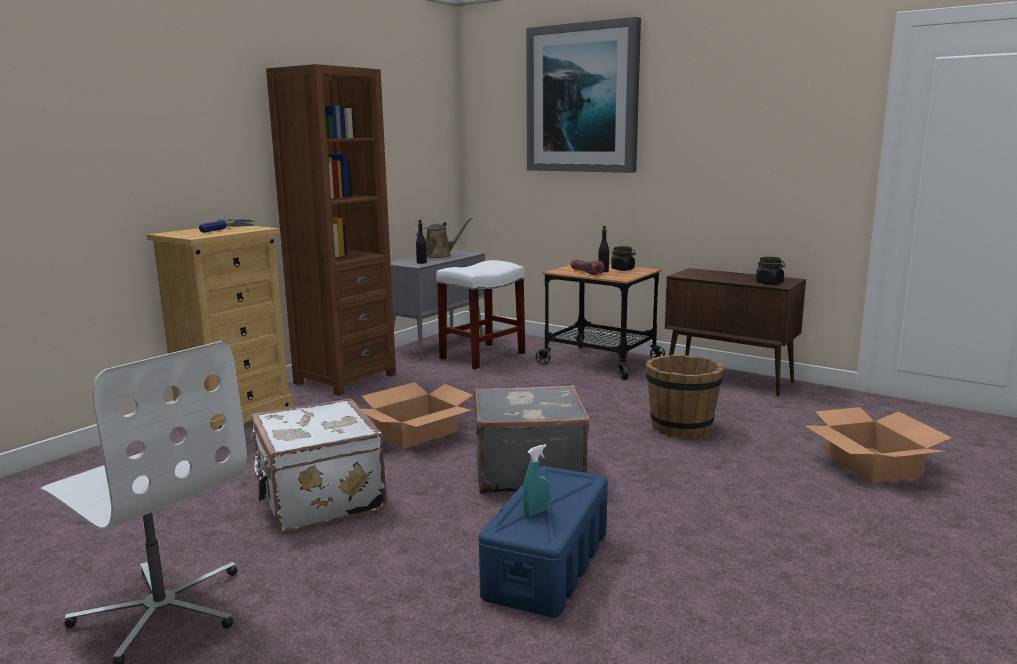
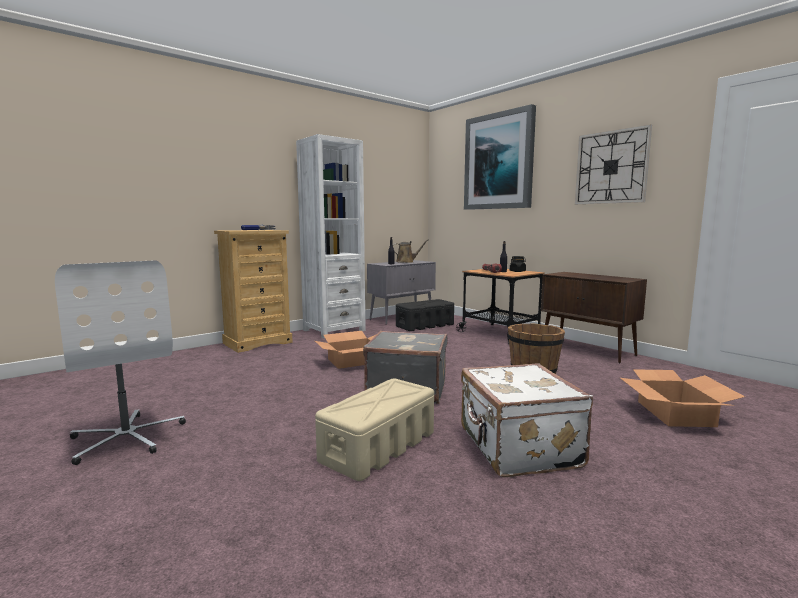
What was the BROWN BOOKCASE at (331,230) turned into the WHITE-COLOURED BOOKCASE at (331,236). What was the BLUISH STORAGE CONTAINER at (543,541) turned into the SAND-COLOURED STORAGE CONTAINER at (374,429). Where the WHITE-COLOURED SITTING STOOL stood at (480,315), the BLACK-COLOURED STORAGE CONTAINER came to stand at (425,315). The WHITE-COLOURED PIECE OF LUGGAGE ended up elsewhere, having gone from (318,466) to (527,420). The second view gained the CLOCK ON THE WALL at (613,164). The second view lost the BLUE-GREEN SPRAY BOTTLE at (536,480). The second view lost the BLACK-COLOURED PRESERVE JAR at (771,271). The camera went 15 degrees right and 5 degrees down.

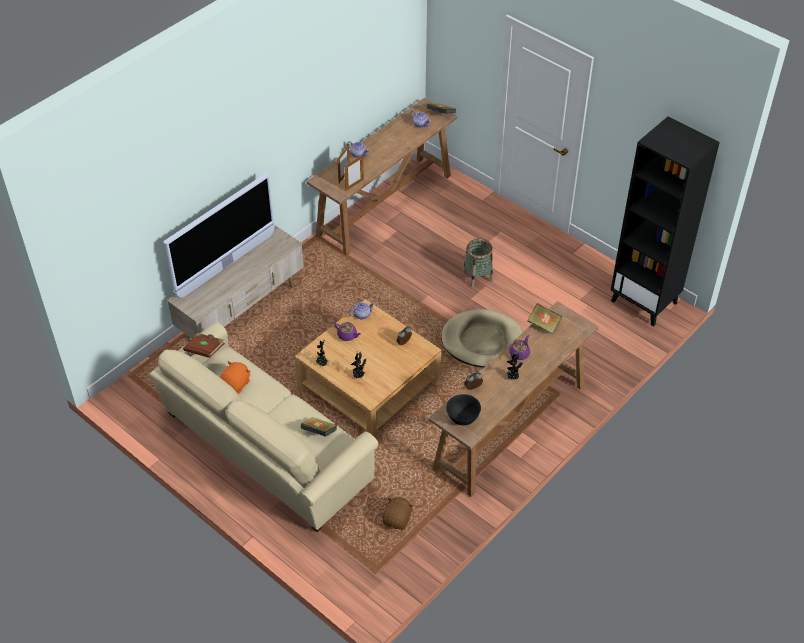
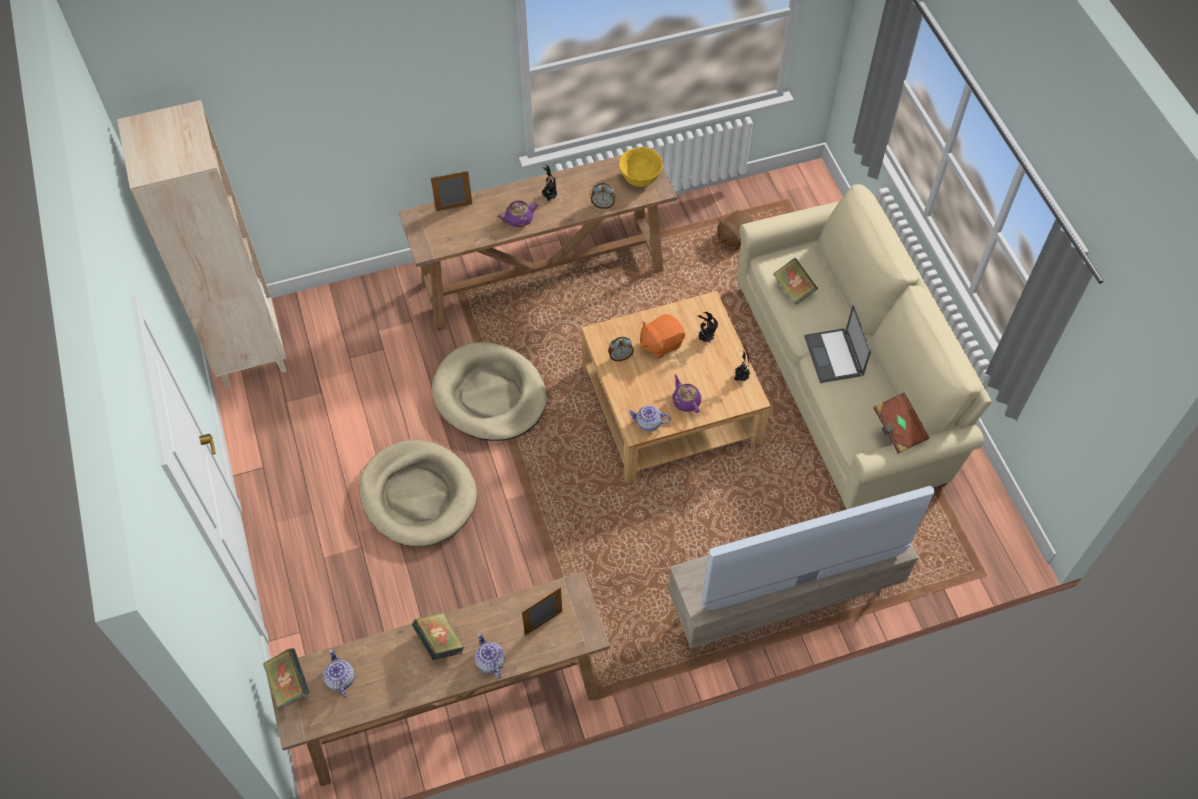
What was the BLACK-COLOURED BOOKCASE at (665,221) turned into the SAND-COLOURED BOOKCASE at (202,244). Where the HOUSEHOLD BASKET stood at (478,262), the SAND-COLOURED DOG CUSHION came to stand at (418,493). The BOUND BOOK ended up elsewhere, having gone from (545,319) to (438,636). The STANDING FRAME ended up elsewhere, having gone from (354,173) to (451,191). What was the BLACK-COLOURED SERVING BOWL at (463,409) turned into the YELLOW-COLOURED SERVING BOWL at (641,167). The ORANGE CUDDLY TOY ended up elsewhere, having gone from (235,377) to (662,336). The second view gained the PORTABLE COMPUTER at (837,344). The camera went 150 degrees left and 10 degrees up.

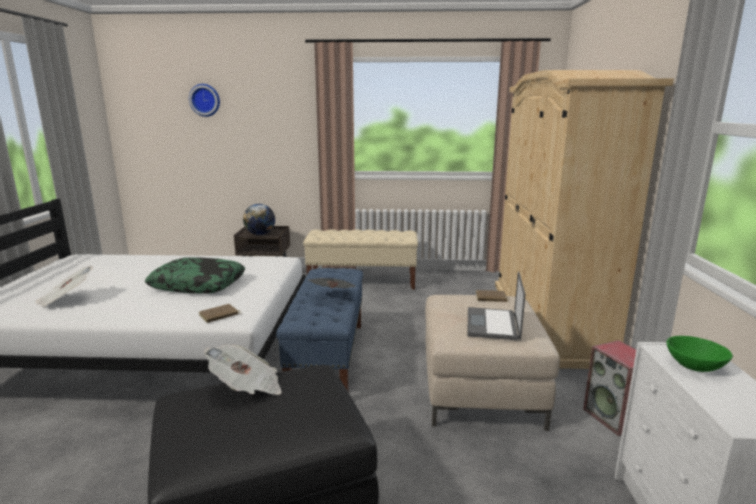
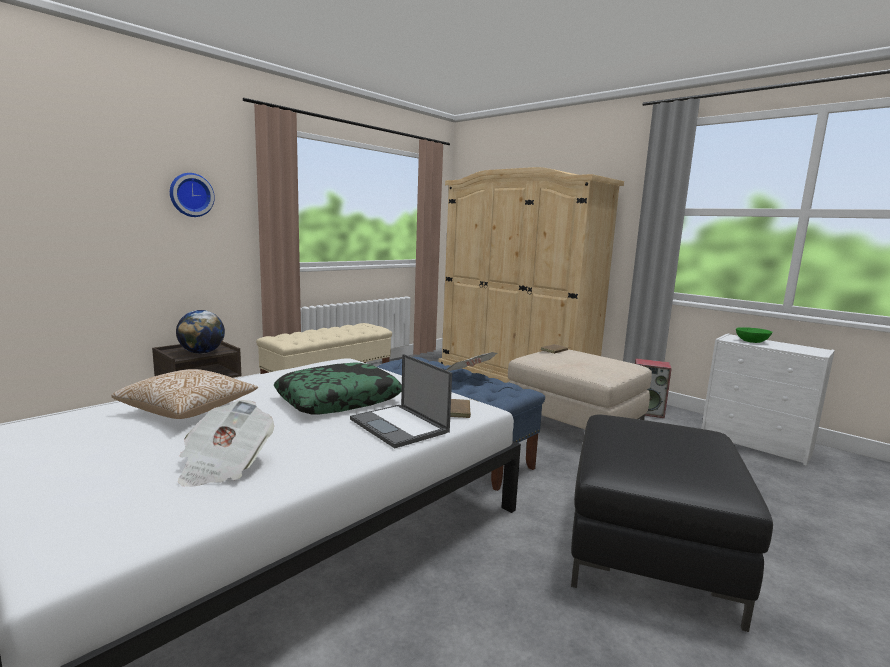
The second view gained the THROW PILLOW at (184,394). The CLOCK ON THE WALL ended up elsewhere, having gone from (204,100) to (192,195). The PORTABLE COMPUTER ended up elsewhere, having gone from (496,306) to (401,401). The second view lost the NEWSPAPER at (242,369). The camera went 50 degrees left and 5 degrees down.

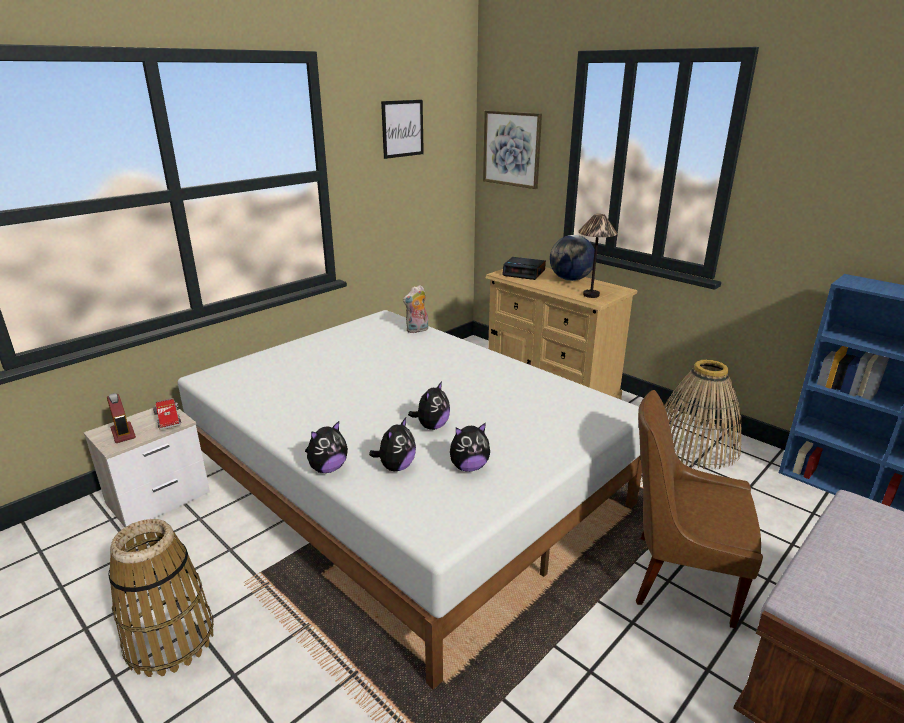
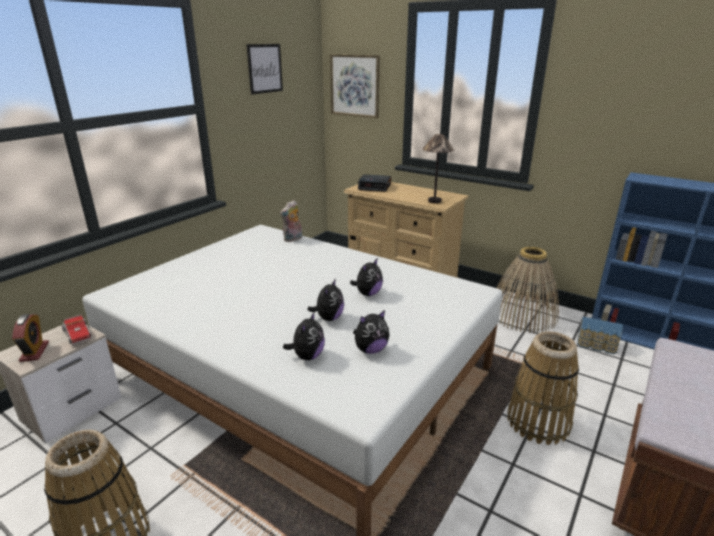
The BEDSIDE CLOCK at (121,418) ended up facing another way, 150 degrees counterclockwise from before. The CUDDLY TOY ended up elsewhere, having gone from (326,447) to (366,277). Where the BROWN CHAIR stood at (699,509), the HOUSEHOLD BASKET came to stand at (543,388). The second view gained the MINIATURE HOUSE at (600,335). The second view lost the GLOBE at (572,258). The camera went 10 degrees left and 0 degrees up.

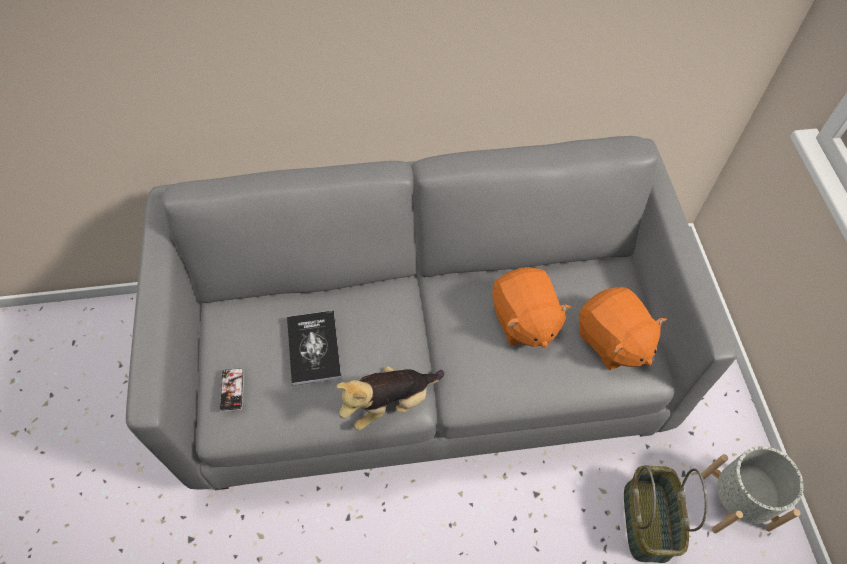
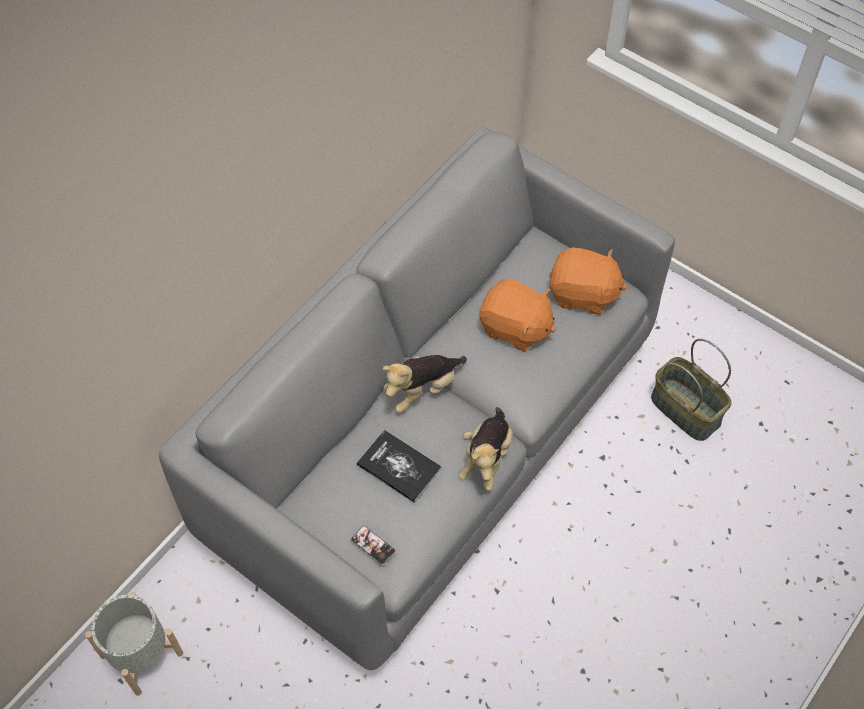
The GREYISH PLANT POT ended up elsewhere, having gone from (751,489) to (134,644). The second view gained the CUDDLY TOY at (424,384). The camera went 45 degrees left and 0 degrees up.

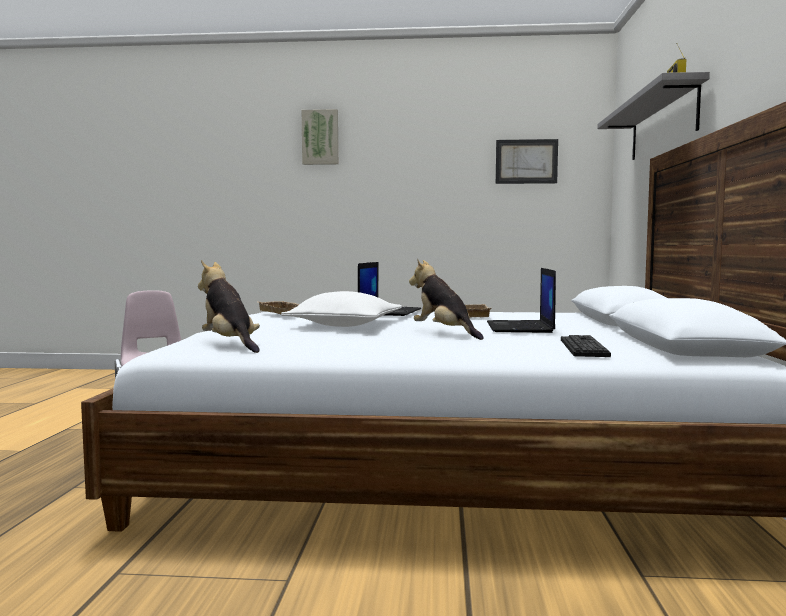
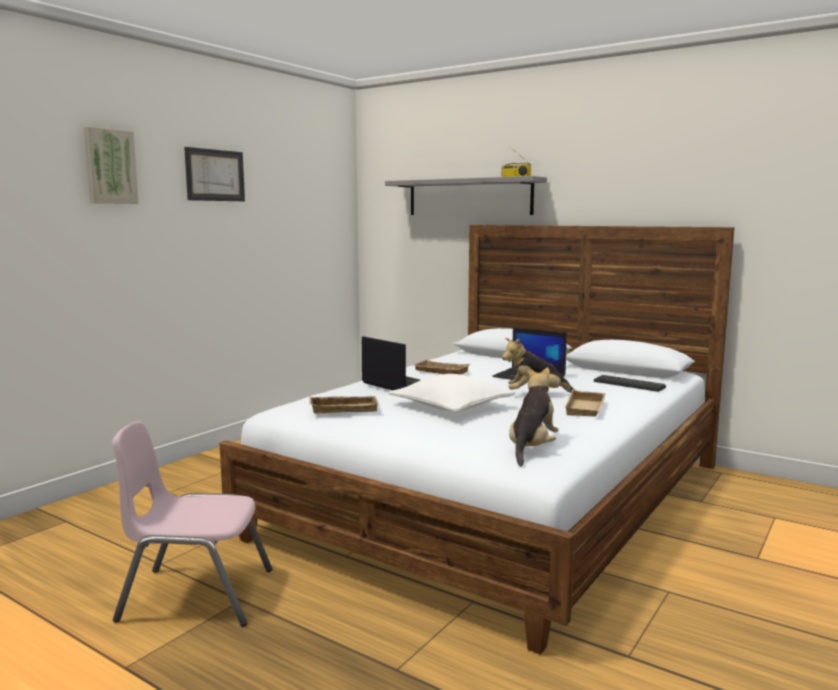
The WALL ART ended up elsewhere, having gone from (527,161) to (214,174). The CUDDLY TOY at (229,306) ended up facing another way, 120 degrees clockwise from before. The second view gained the SAND-COLOURED SERVING TRAY at (585,403). The camera went 60 degrees left and 5 degrees up.

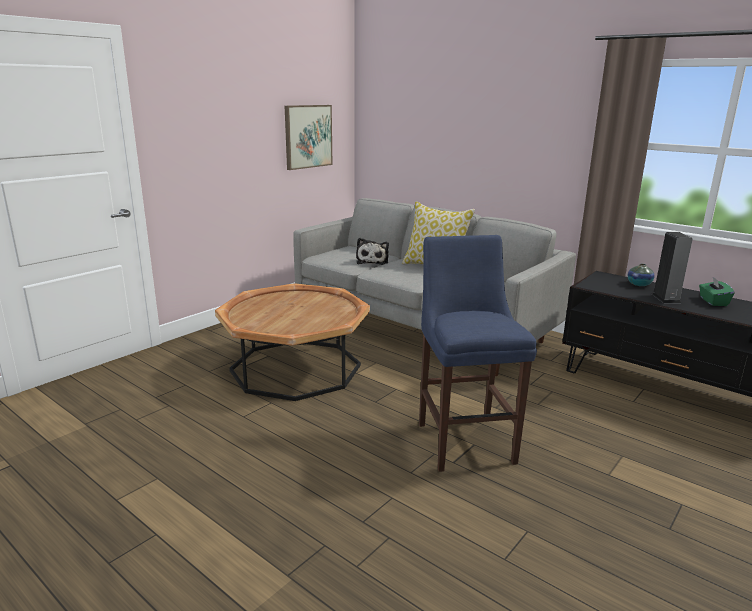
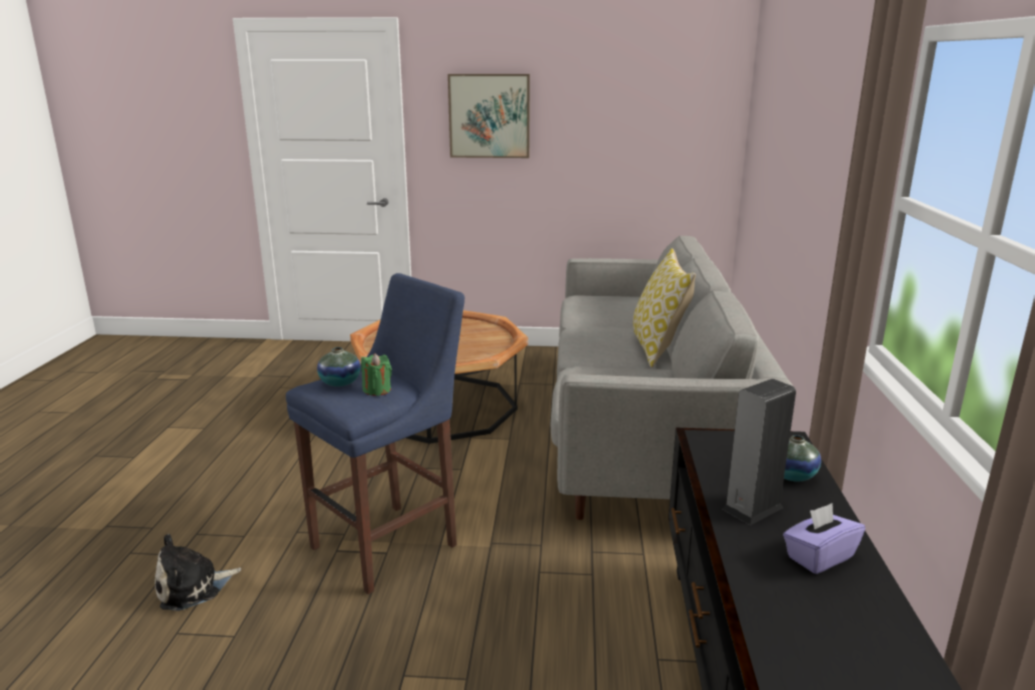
The CUDDLY TOY ended up elsewhere, having gone from (372,251) to (198,572). The second view gained the VASE at (339,367). The second view gained the GREEN-COLOURED WAX CANDLE at (376,374). The WALL ART ended up elsewhere, having gone from (308,137) to (489,116). What was the GREEN-COLOURED TISSUE HOLDER at (717,291) turned into the PURPLISH TISSUE HOLDER at (824,538). The camera went 55 degrees right and 0 degrees up.

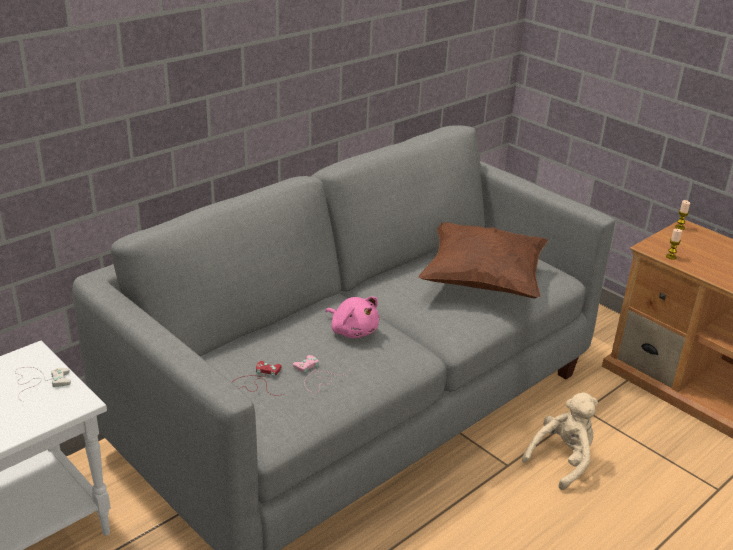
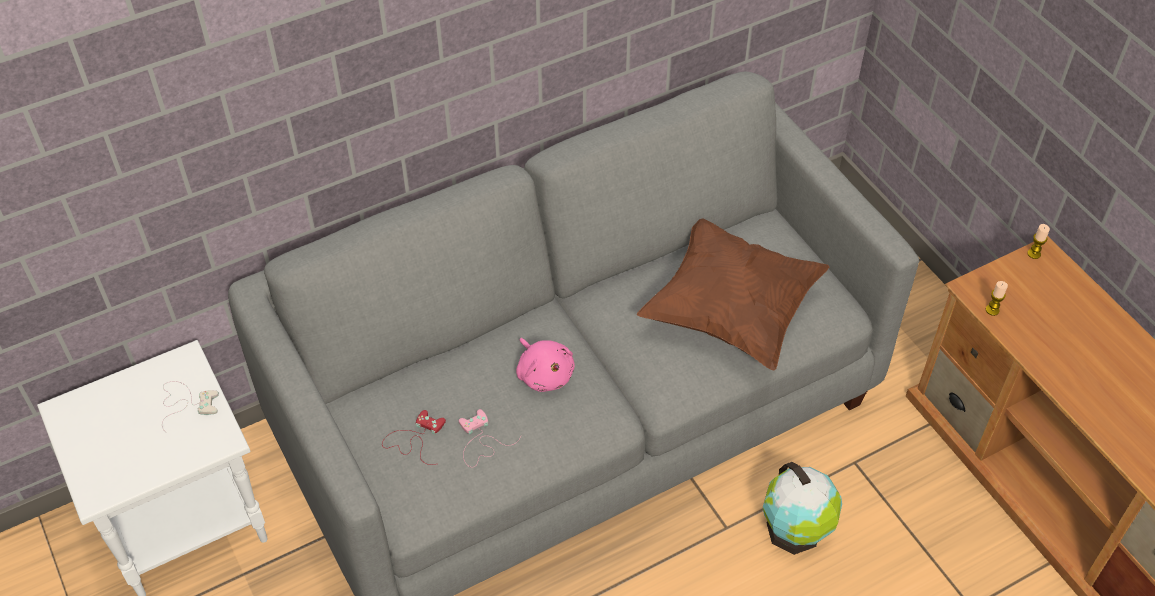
Where the SAND-COLOURED CUDDLY TOY stood at (560,441), the GLOBE came to stand at (802,508). The camera went 15 degrees right and 20 degrees up.

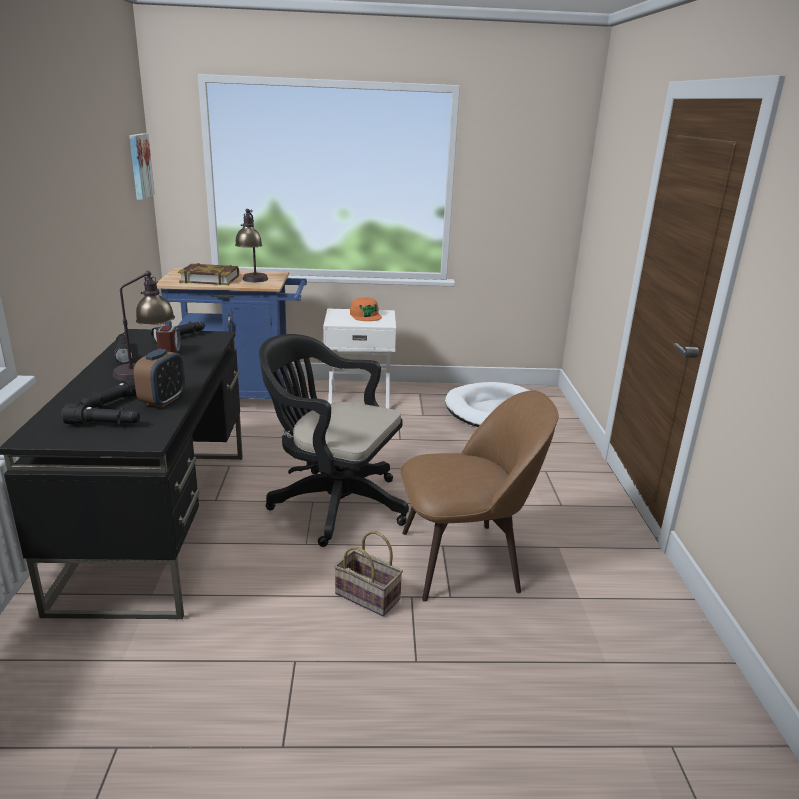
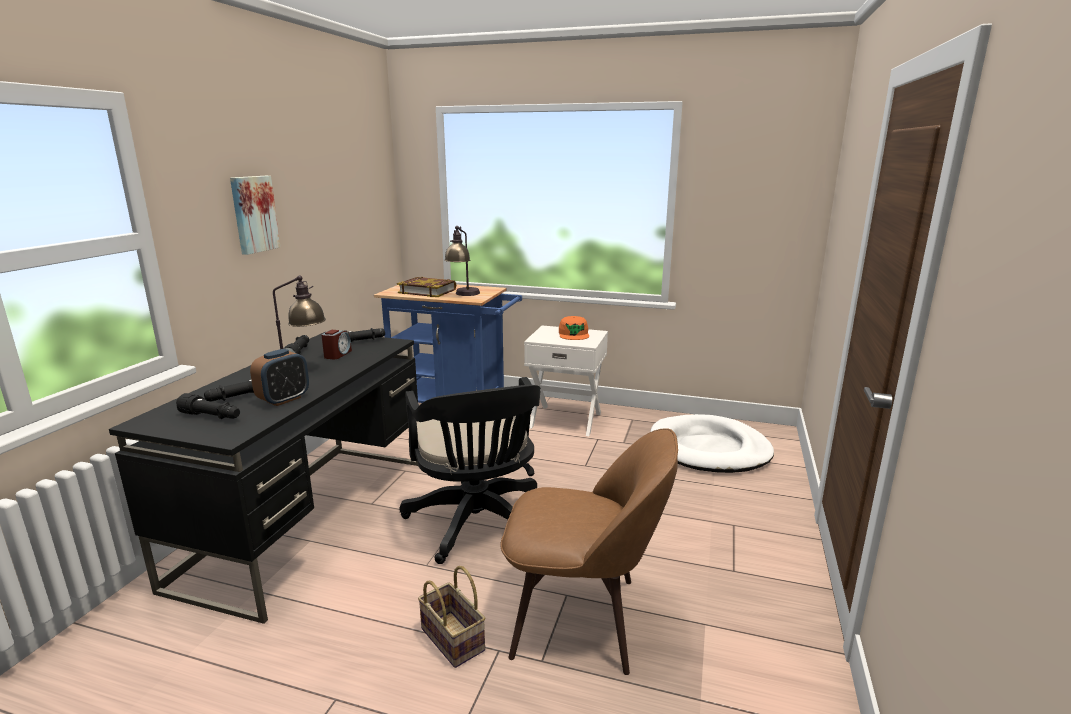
The WALL ART ended up elsewhere, having gone from (142,166) to (255,215). The BLACK-COLOURED OFFICE CHAIR at (334,440) ended up facing another way, 150 degrees counterclockwise from before. The camera went 20 degrees right and 5 degrees down.

